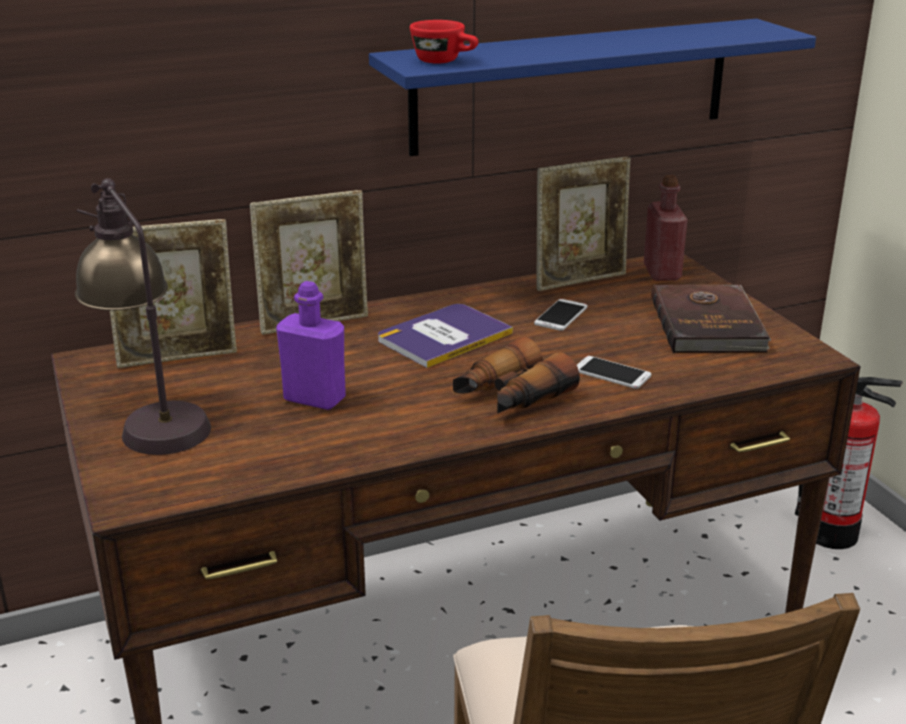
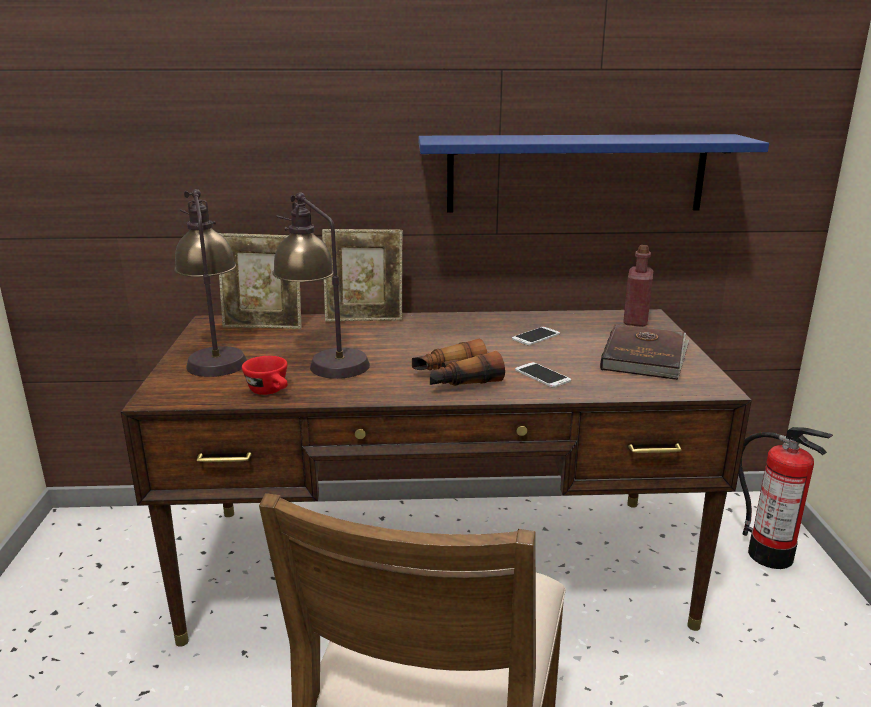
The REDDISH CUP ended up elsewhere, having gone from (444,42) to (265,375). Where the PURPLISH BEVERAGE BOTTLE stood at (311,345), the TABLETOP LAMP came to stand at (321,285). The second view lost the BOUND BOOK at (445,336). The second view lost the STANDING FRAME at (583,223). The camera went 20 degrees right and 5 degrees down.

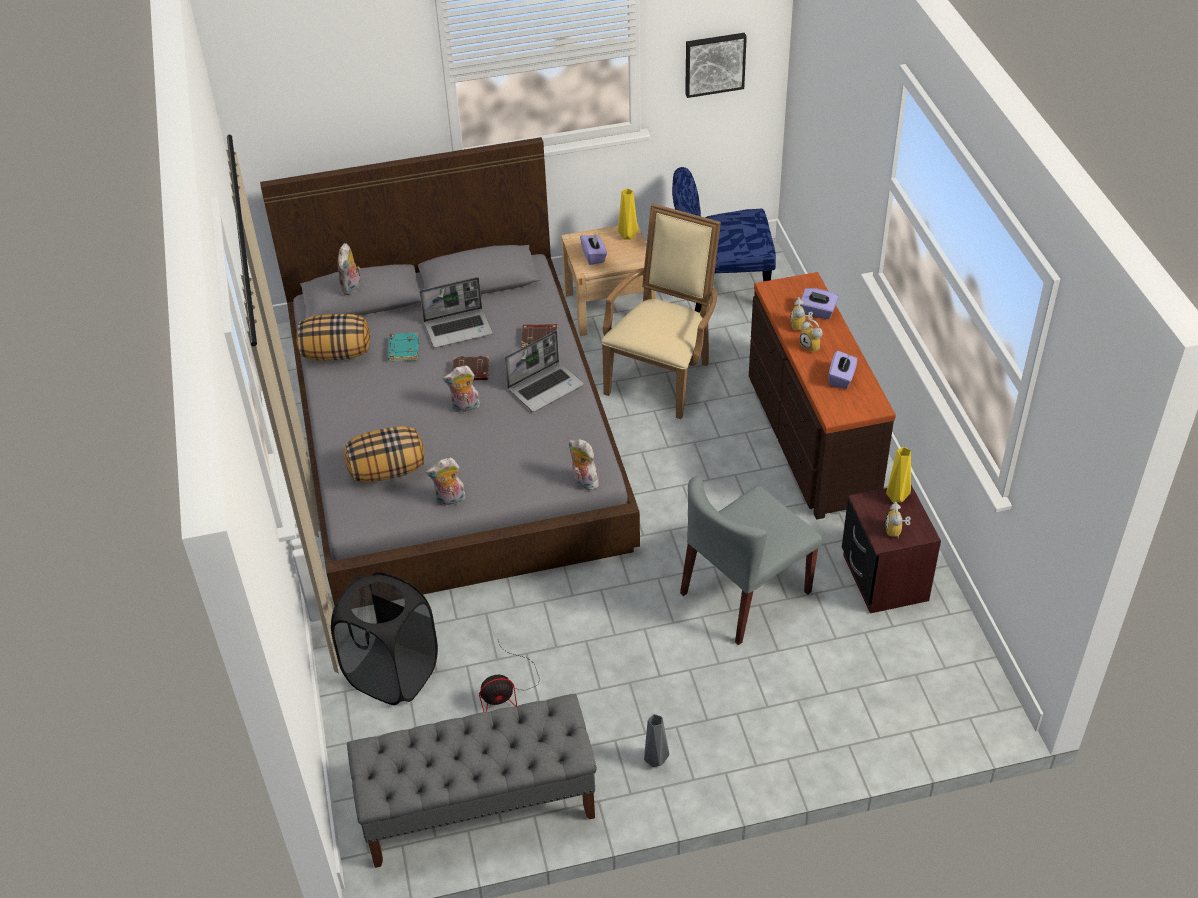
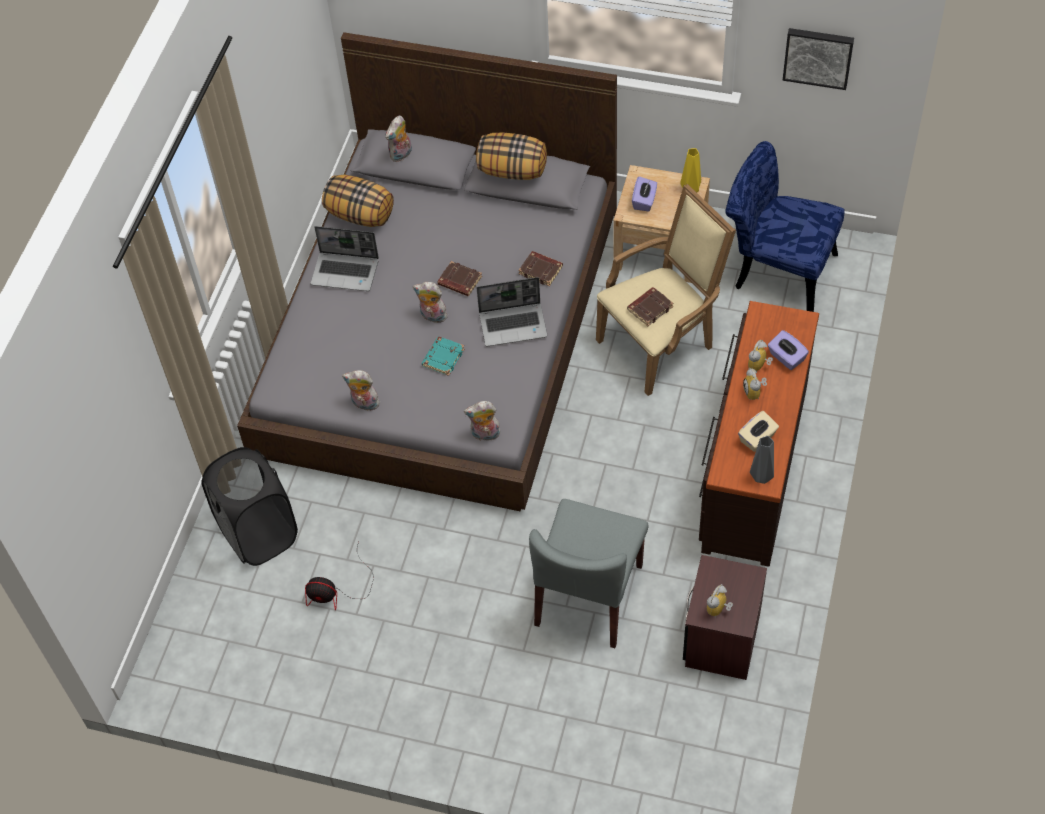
The PORTABLE COMPUTER ended up elsewhere, having gone from (456,312) to (345,258). The BLUE-GREEN BOUND BOOK ended up elsewhere, having gone from (403,347) to (443,356). The CUDDLY TOY at (584,464) ended up facing another way, 75 degrees counterclockwise from before. The THROW PILLOW ended up elsewhere, having gone from (384,454) to (511,156). The GREYISH CHAIR at (751,560) ended up facing another way, 60 degrees counterclockwise from before. The second view gained the BROWN BOUND BOOK at (650,306). What was the PURPLISH TISSUE HOLDER at (843,369) turned into the SAND-COLOURED TISSUE HOLDER at (758,431). The GREYISH VASE ended up elsewhere, having gone from (656,740) to (762,460). The second view lost the GREYISH LONG SEAT at (472,781). The second view lost the YELLOW-COLOURED VASE at (898,474). The camera went 30 degrees right and 10 degrees up.

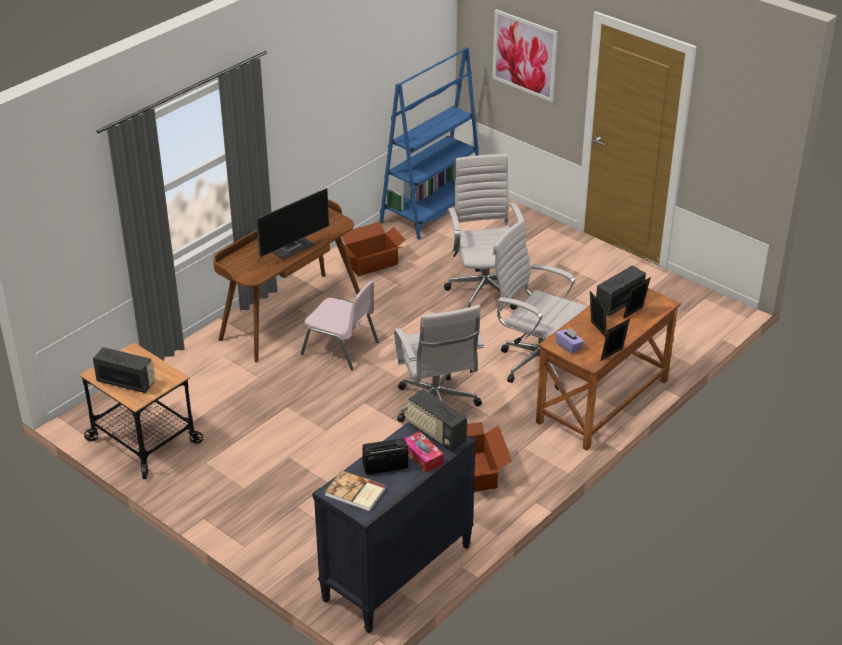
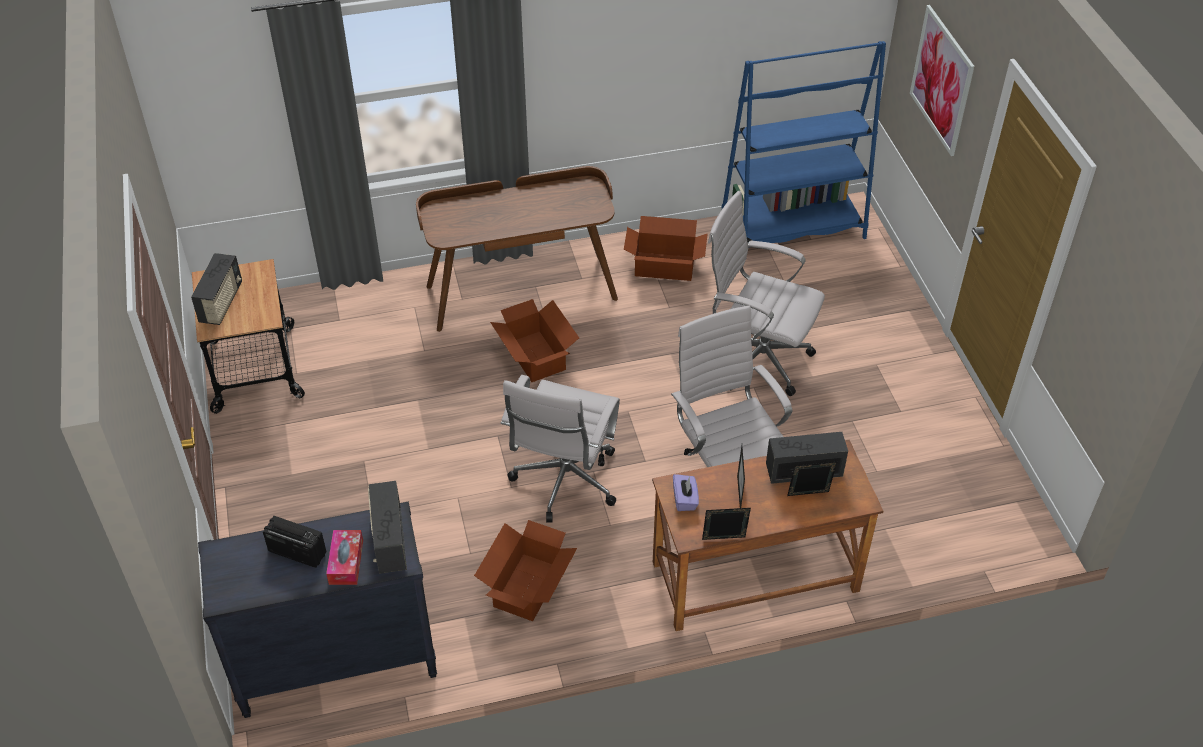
The RADIO at (124,370) ended up facing another way, 45 degrees clockwise from before. Where the PINK-COLOURED CHAIR stood at (340,325), the CARDBOARD BOX came to stand at (534,340). The WHITE-COLOURED OFFICE CHAIR at (484,232) ended up facing another way, 90 degrees counterclockwise from before. The second view lost the COMPUTER SCREEN at (293,224). The second view lost the BOUND BOOK at (355,490). The camera went 35 degrees right and 10 degrees up.

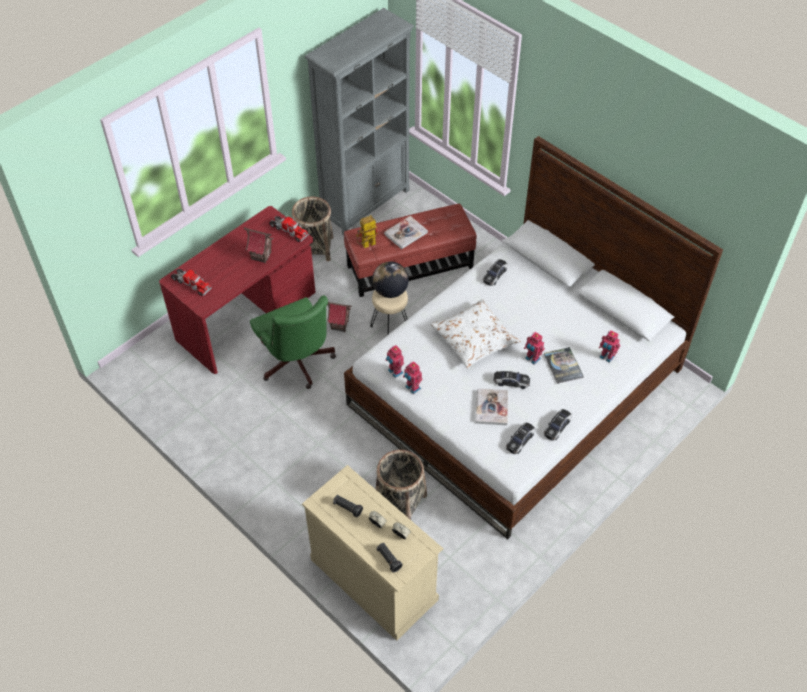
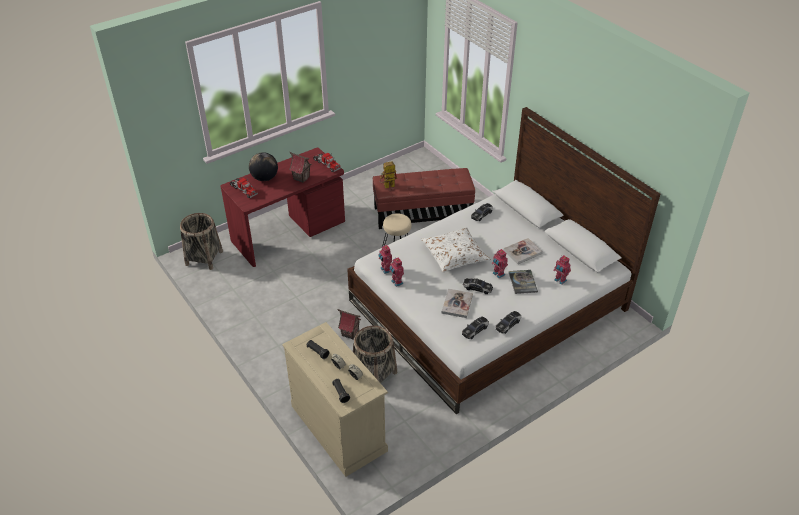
The HOUSEHOLD BASKET ended up elsewhere, having gone from (312,228) to (201,241). The GLOBE ended up elsewhere, having gone from (390,280) to (263,166). The MINIATURE HOUSE ended up elsewhere, having gone from (339,317) to (349,324). The BOUND BOOK ended up elsewhere, having gone from (406,232) to (523,251). The second view lost the GREEN-COLOURED OFFICE CHAIR at (293,342). The second view lost the GREYISH BOOKCASE at (359,121). The camera went 10 degrees right and 10 degrees down.

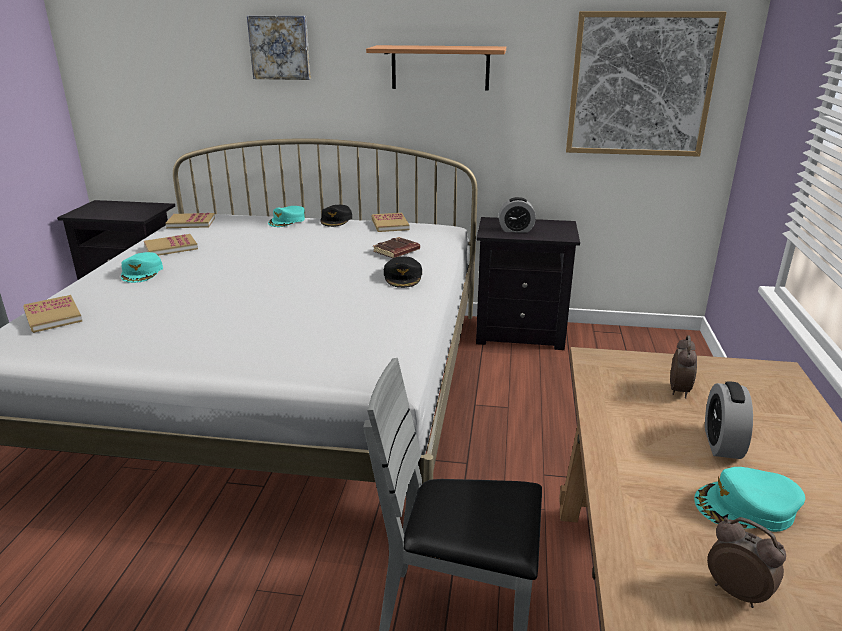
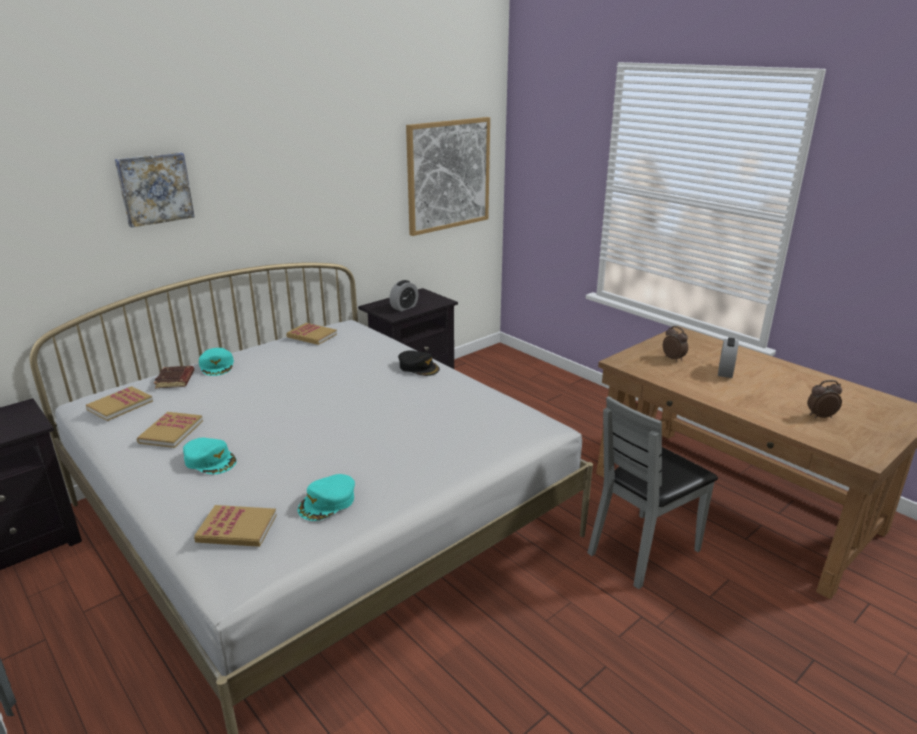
The BROWN BOUND BOOK ended up elsewhere, having gone from (396,247) to (174,377). The BLUE-GREEN BASEBALL CAP ended up elsewhere, having gone from (749,499) to (326,497). The BEDSIDE CLOCK at (729,420) ended up facing another way, 120 degrees counterclockwise from before. The second view lost the BLACK-COLOURED BASEBALL CAP at (336,216). The second view lost the WALL SHELF at (436,68). The camera went 50 degrees left and 0 degrees up.

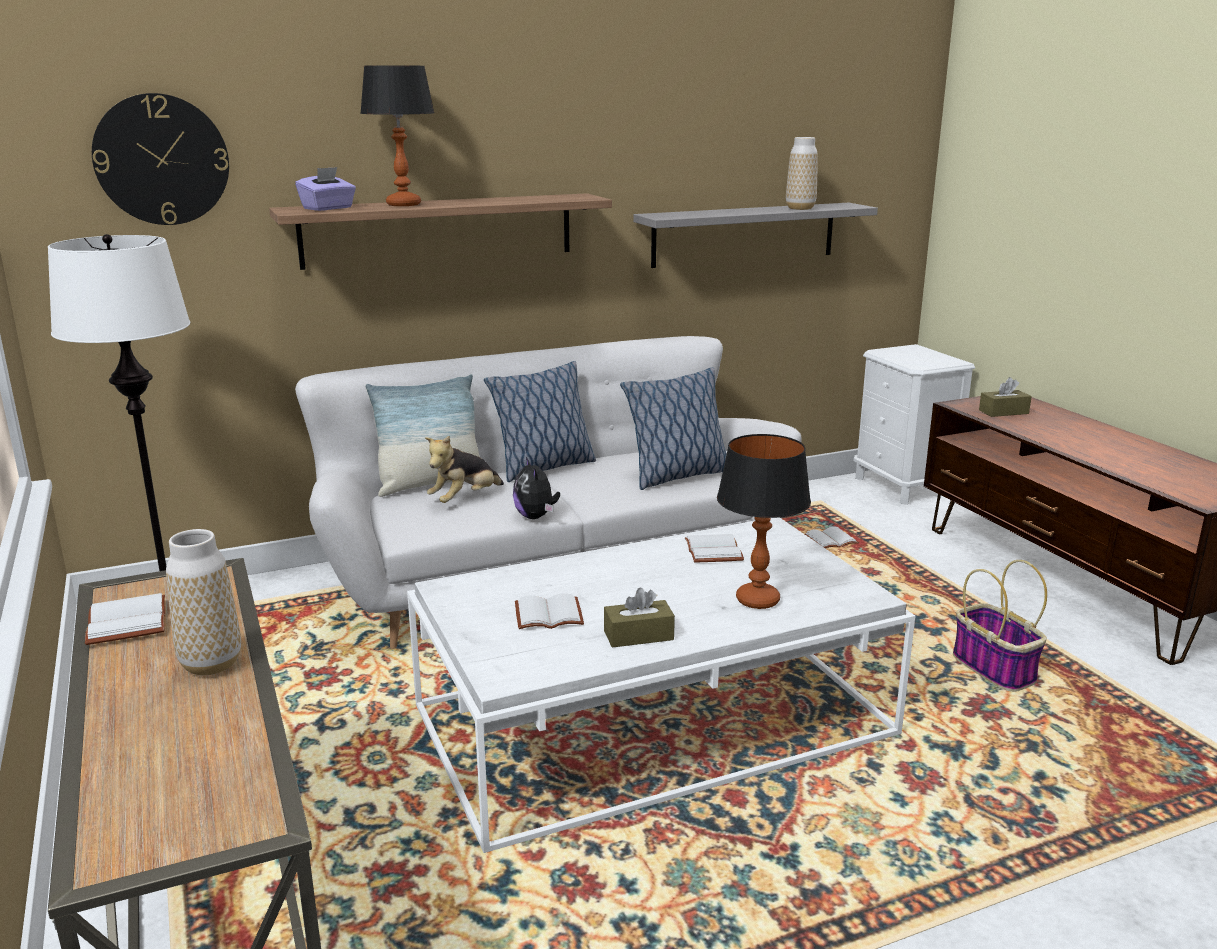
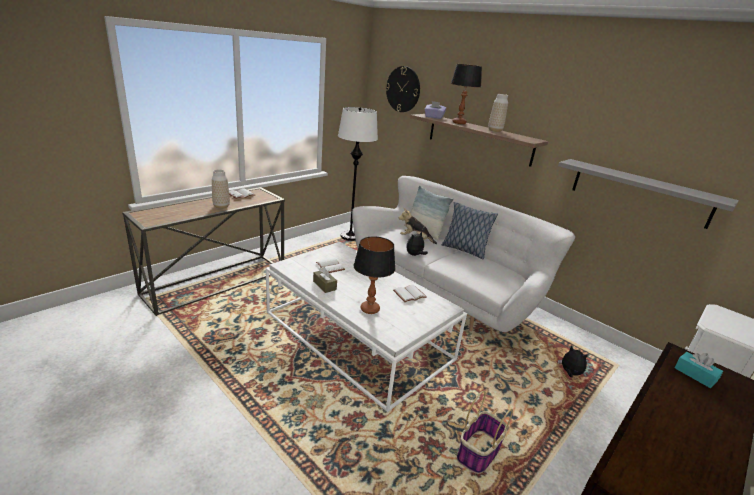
The VASE ended up elsewhere, having gone from (802,173) to (498,113). Where the WHITE-COLOURED BOUND BOOK stood at (832,537), the CUDDLY TOY came to stand at (573,361). What was the BROWN TISSUE HOLDER at (1005,397) turned into the BLUE-GREEN TISSUE HOLDER at (698,370). The second view lost the THROW PILLOW at (673,428). The camera went 65 degrees right and 5 degrees up.

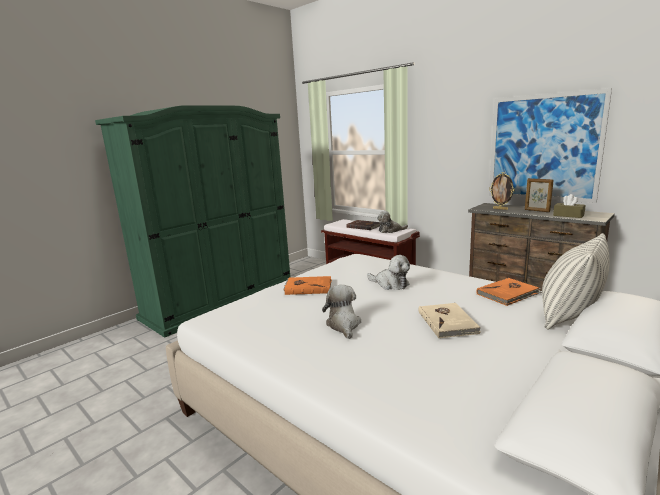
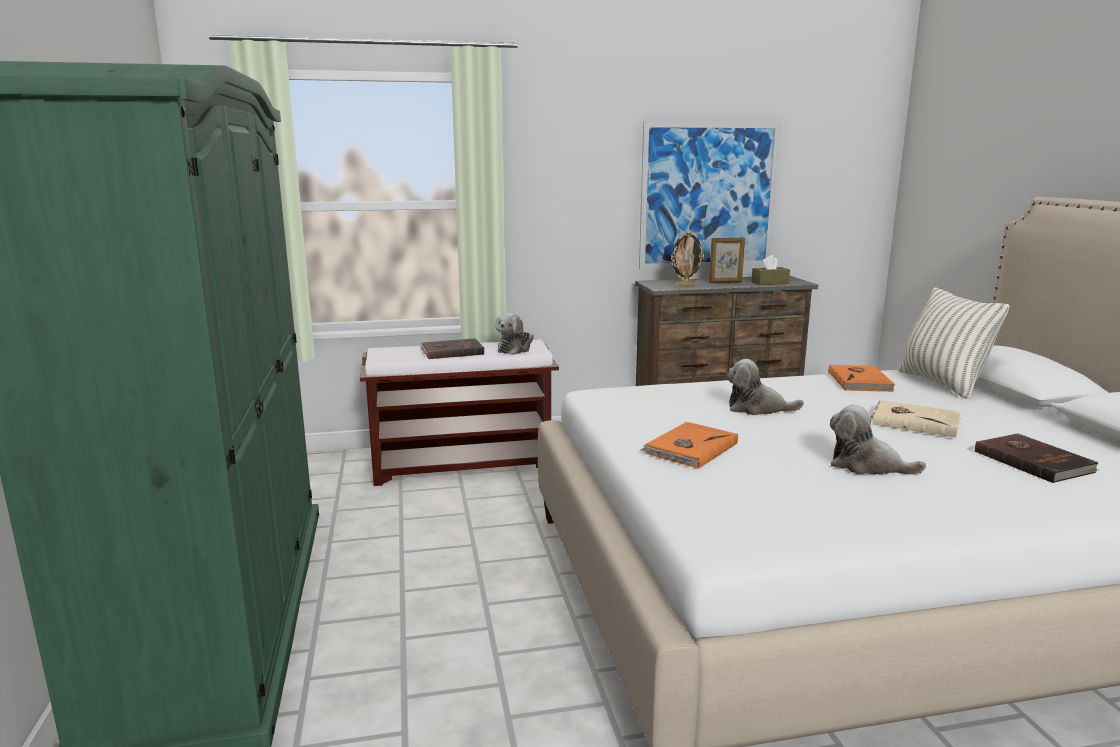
The CUDDLY TOY at (388,272) ended up facing another way, 150 degrees counterclockwise from before. The second view gained the BROWN BOUND BOOK at (1036,458). The camera went 55 degrees left and 0 degrees up.

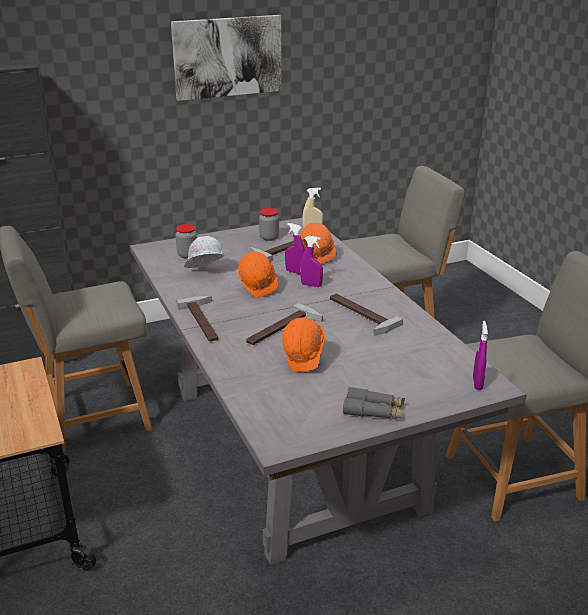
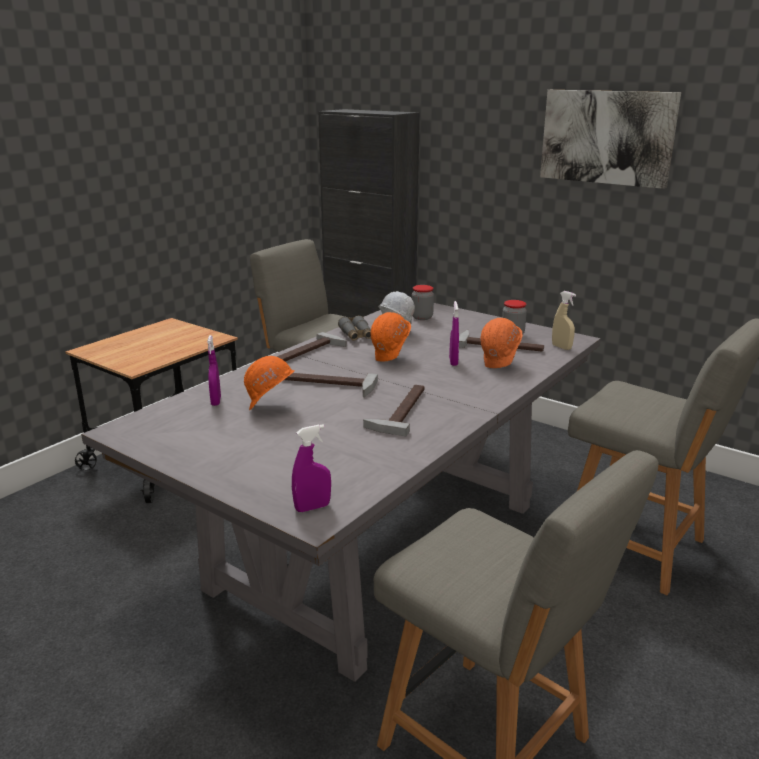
The PURPLISH SPRAY BOTTLE ended up elsewhere, having gone from (311,261) to (214,370). The GREYISH PAIR OF BINOCULARS ended up elsewhere, having gone from (374,403) to (354,328). The camera went 60 degrees right and 5 degrees down.

